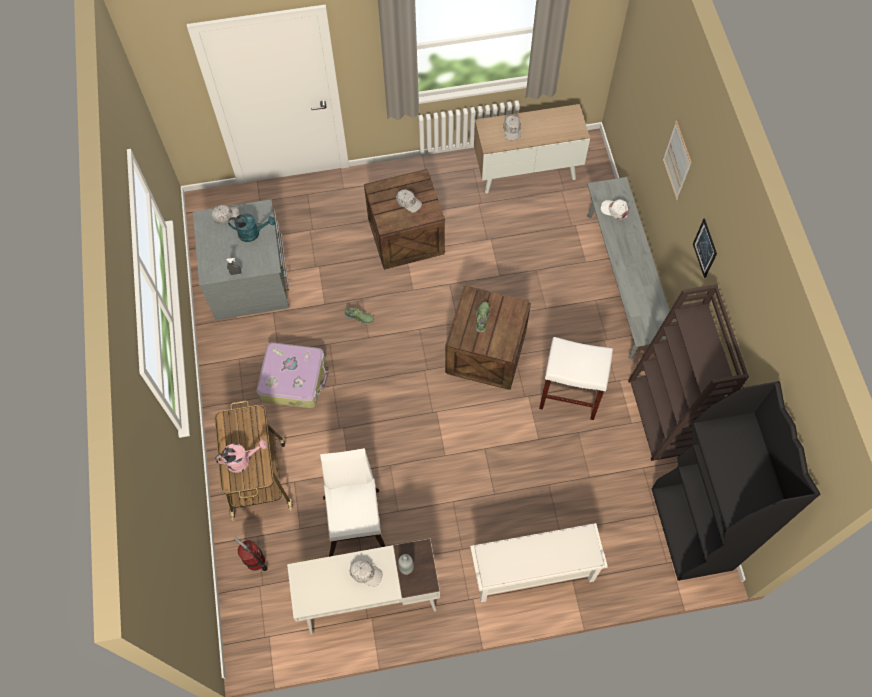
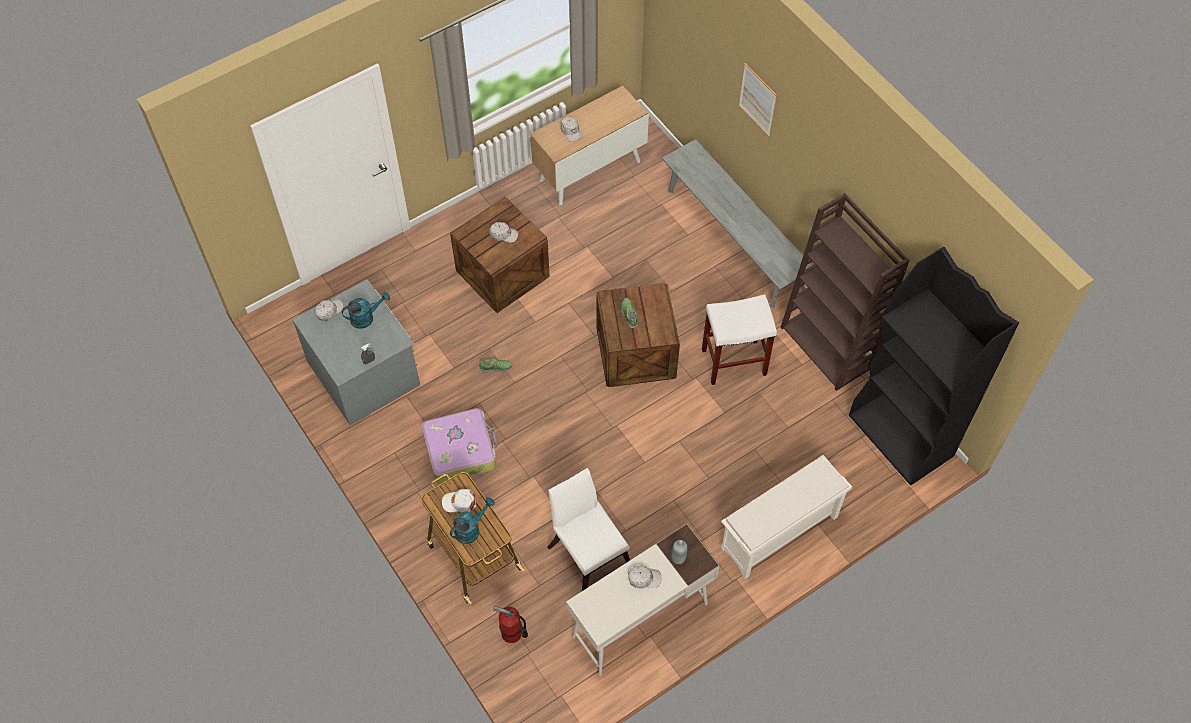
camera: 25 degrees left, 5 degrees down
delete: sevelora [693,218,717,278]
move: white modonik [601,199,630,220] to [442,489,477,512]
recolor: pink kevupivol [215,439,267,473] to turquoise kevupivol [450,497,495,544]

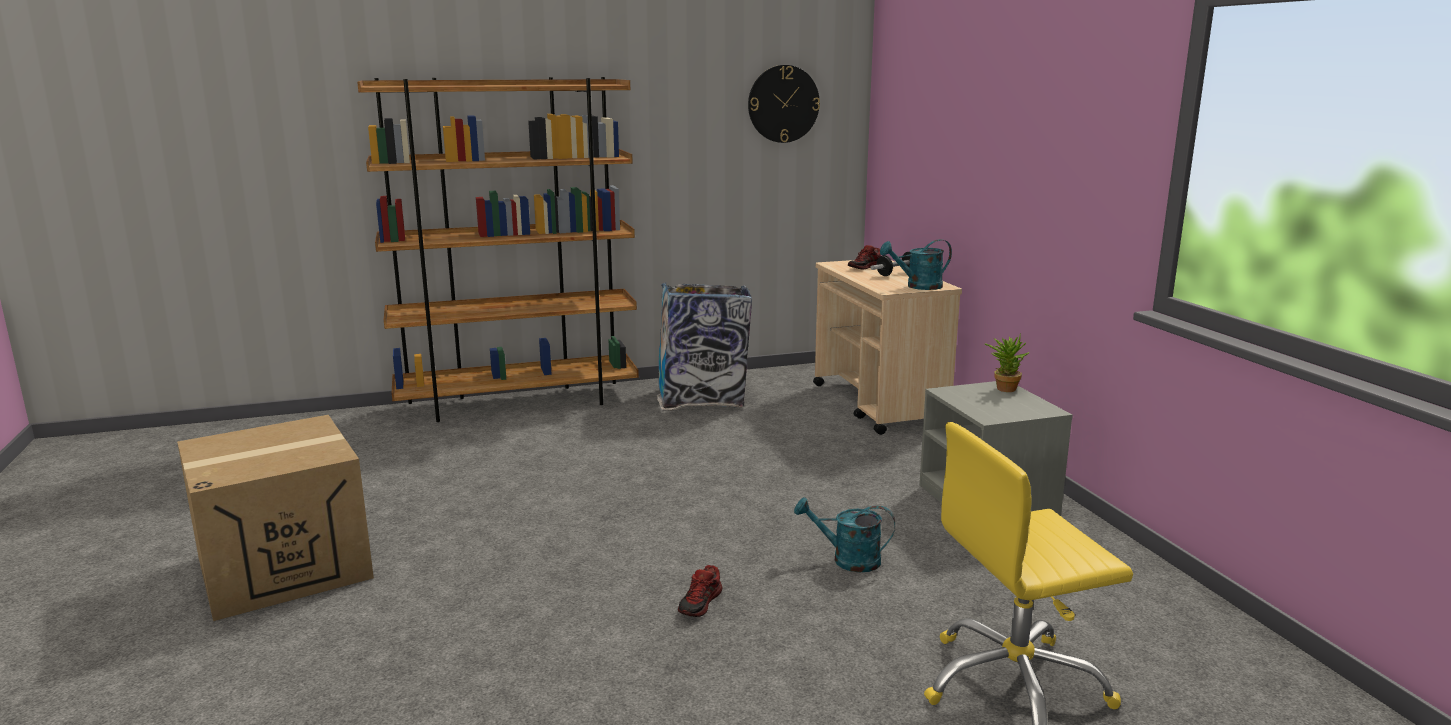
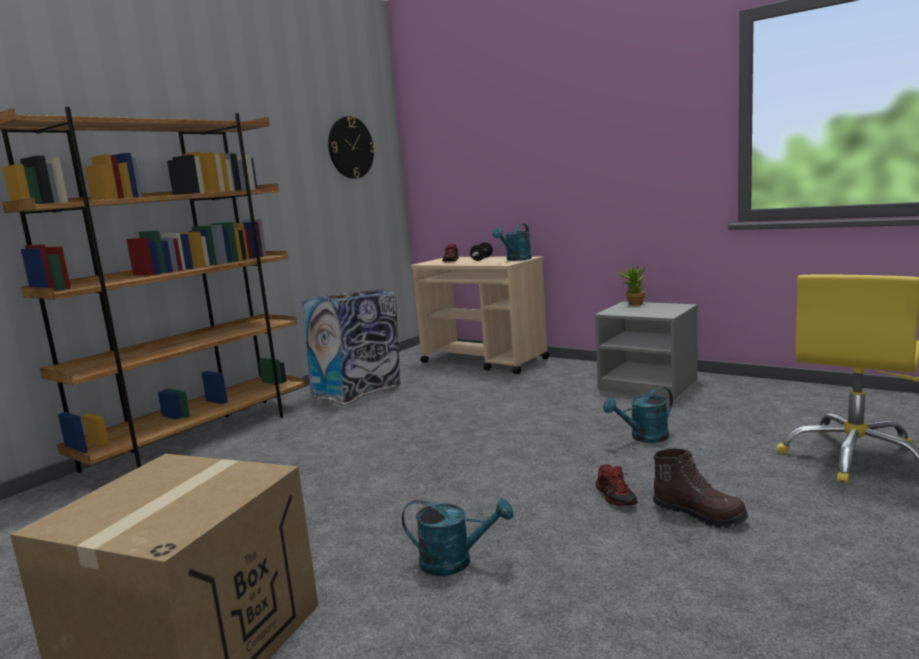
camera: 35 degrees left, 5 degrees down
insert: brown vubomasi [653,449,748,528]; turquoise kevupivol [402,498,513,576]

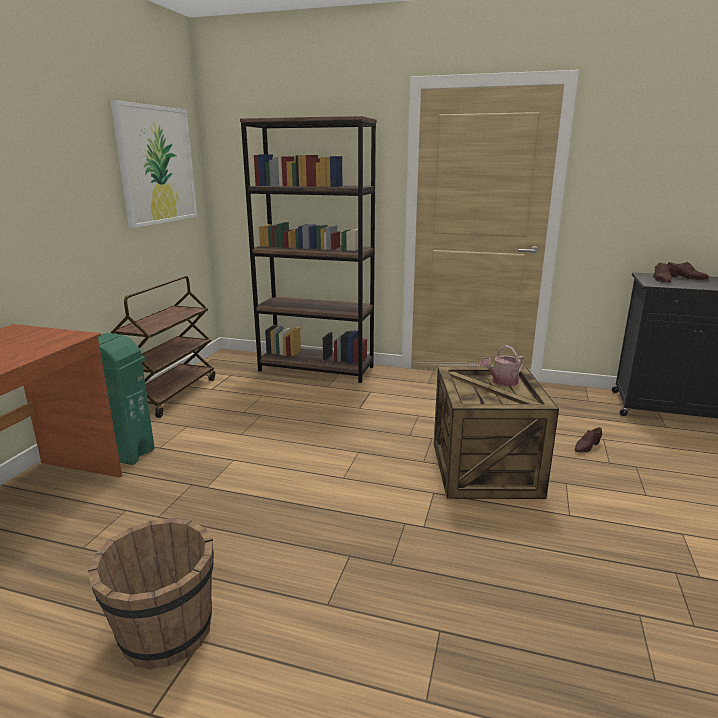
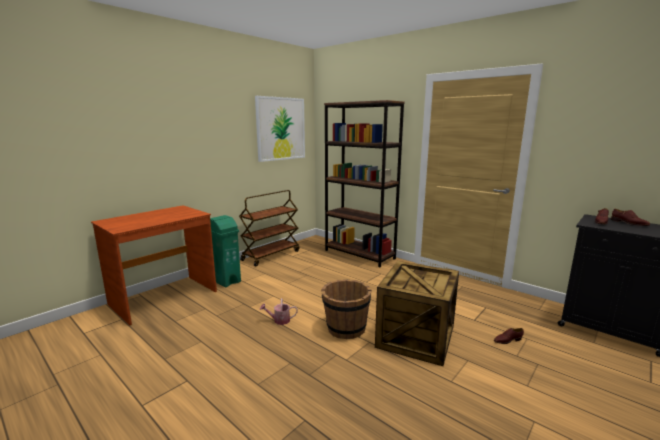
camera: 25 degrees right, 5 degrees down
move: kevupivol [480,345,525,386] to [260,298,298,325]; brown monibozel [88,518,214,670] to [321,280,372,339]

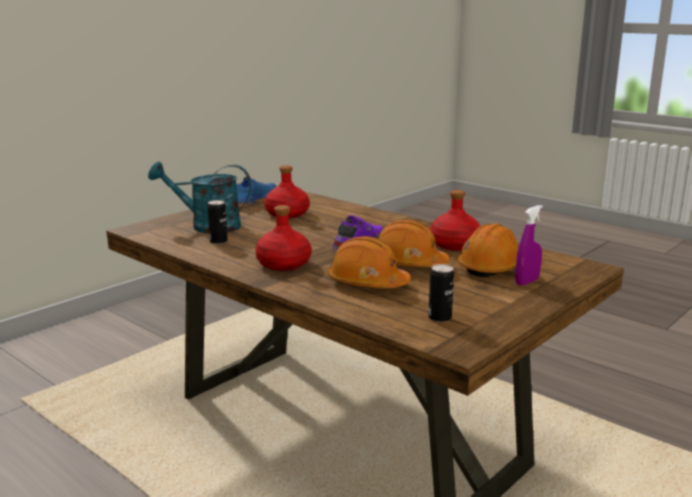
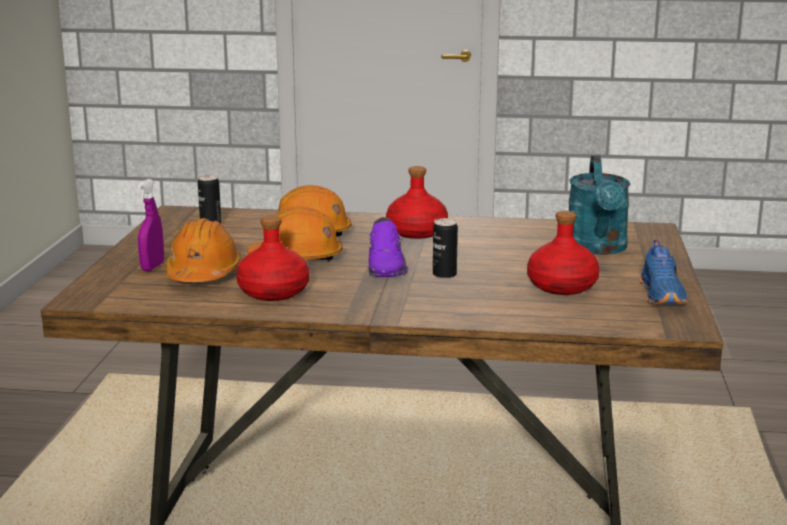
camera: 145 degrees right, 0 degrees up
move: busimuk [207,200,228,244] to [433,218,458,279]
rotate: turquoise kevupivol [148,162,251,233] = [569,156,630,255] 120 degrees clockwise

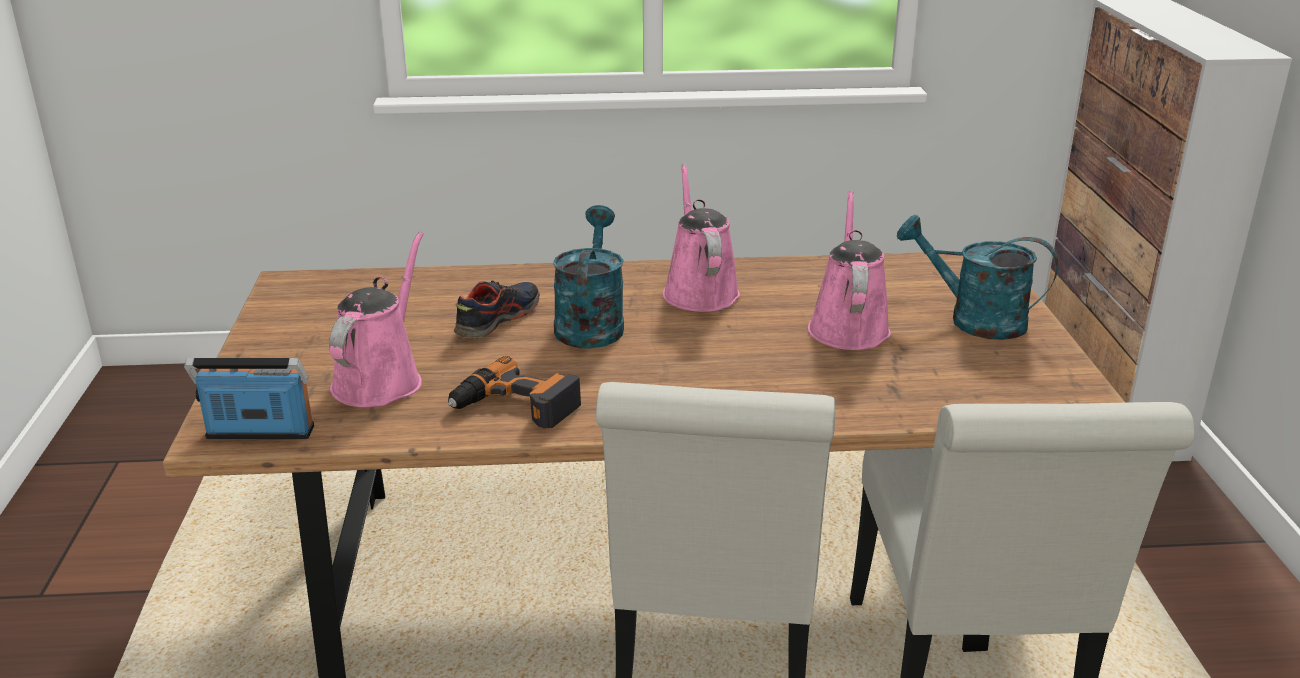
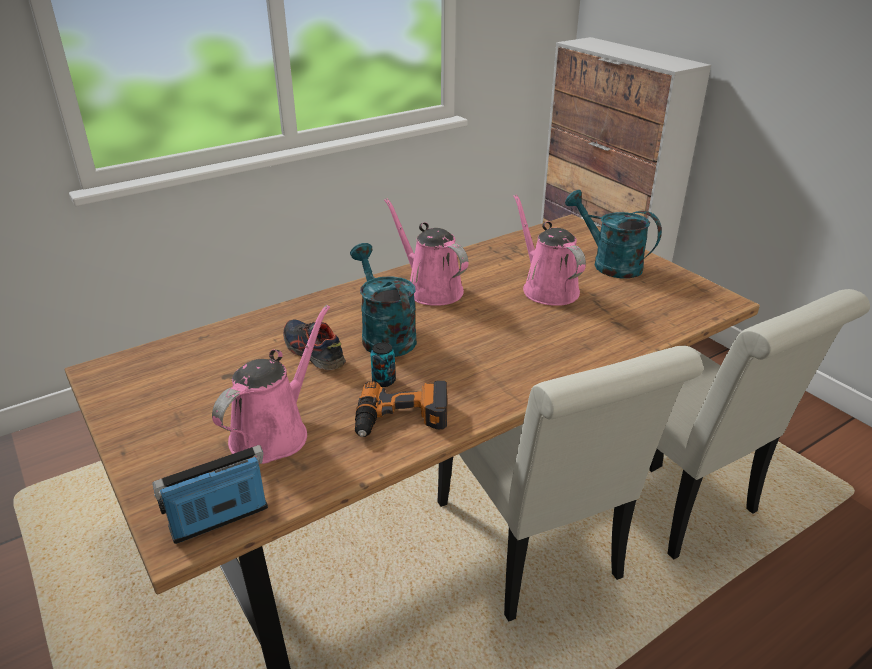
camera: 30 degrees left, 5 degrees up
insert: busimuk [370,342,396,387]
rotate: turquoise kevupivol [897,215,1058,340] = [565,190,662,278] 45 degrees clockwise; pink kevupivol [329,231,424,407] = [212,305,330,464] 45 degrees clockwise; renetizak [454,280,540,339] = [283,320,346,370] 45 degrees counterclockwise

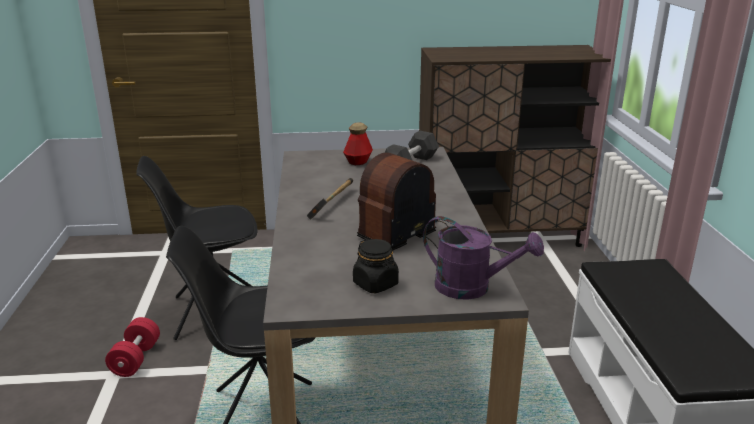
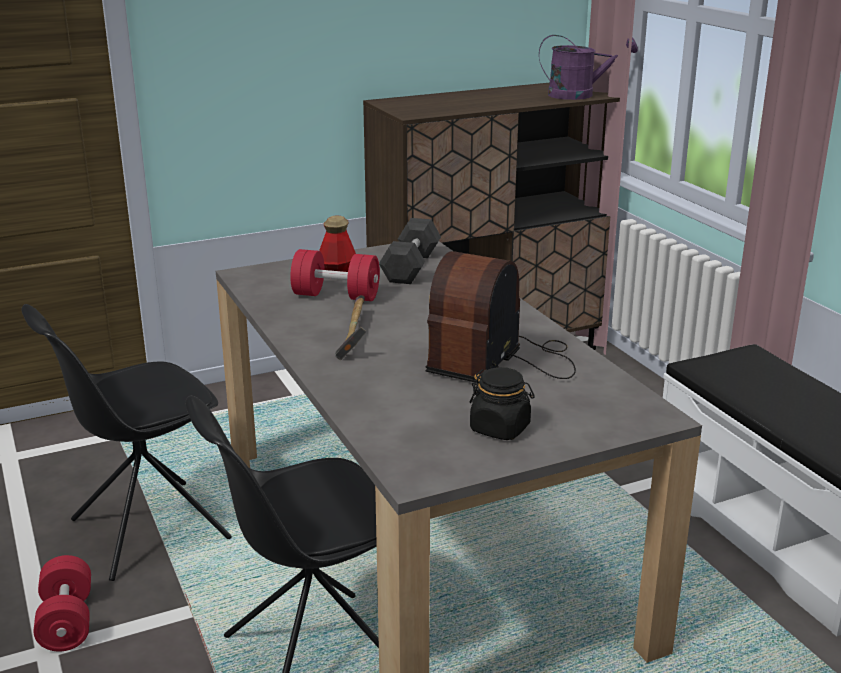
camera: 20 degrees left, 0 degrees up
insert: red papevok [290,249,380,301]
move: purple kevupivol [423,216,544,300] to [539,35,638,100]

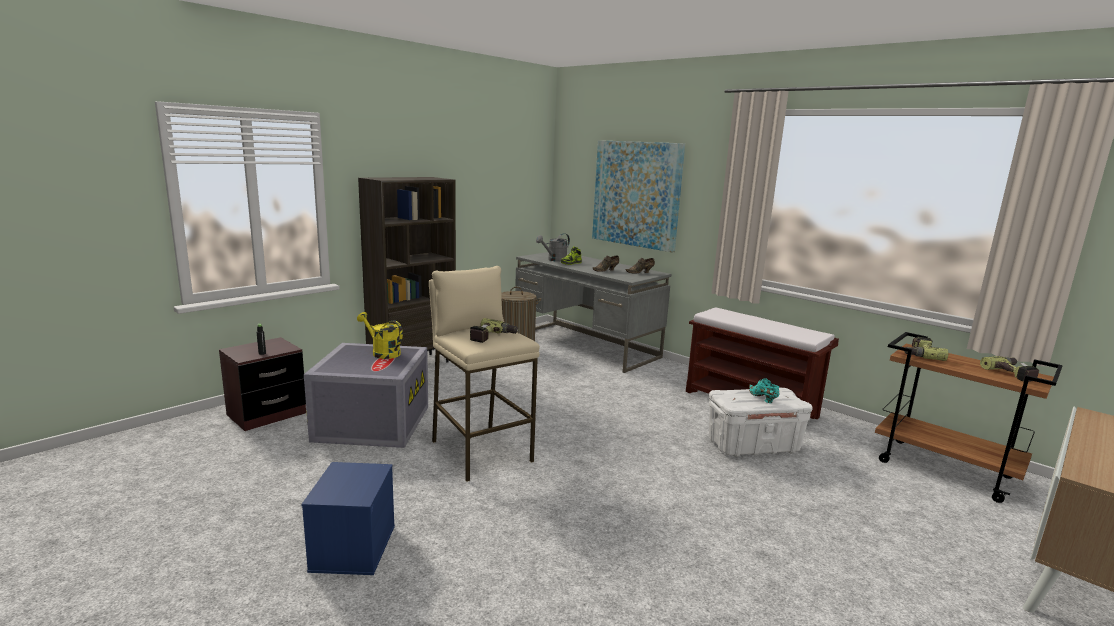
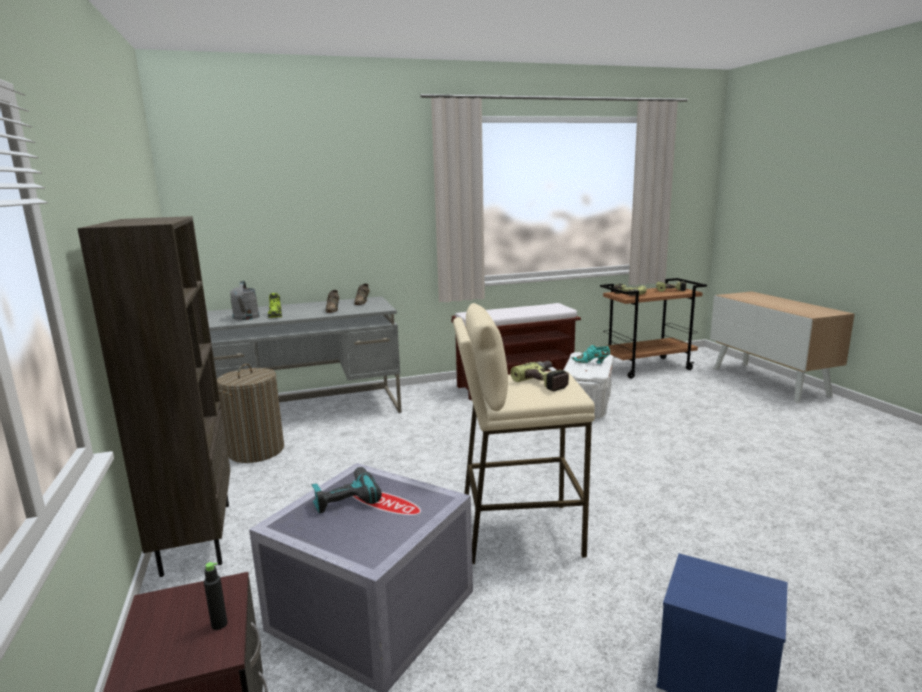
camera: 60 degrees left, 0 degrees up
delete: sevelora [592,140,685,253]
replace: yellow kevupivol [357,312,403,359] to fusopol [311,467,382,514]

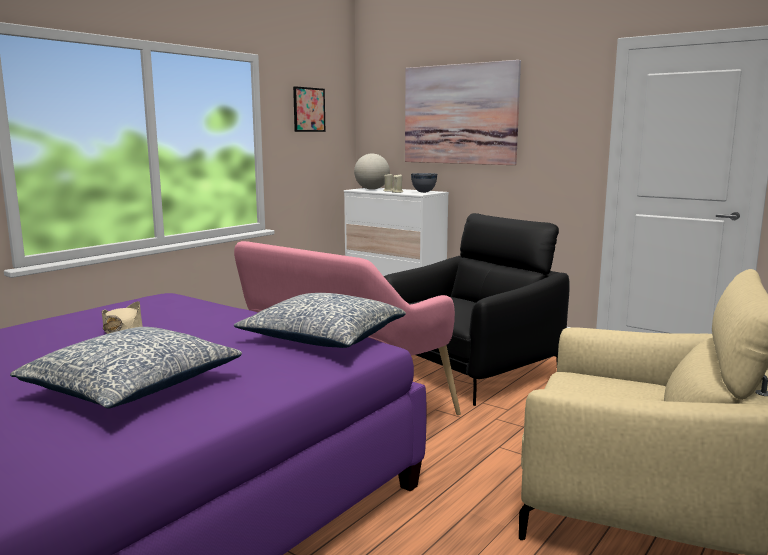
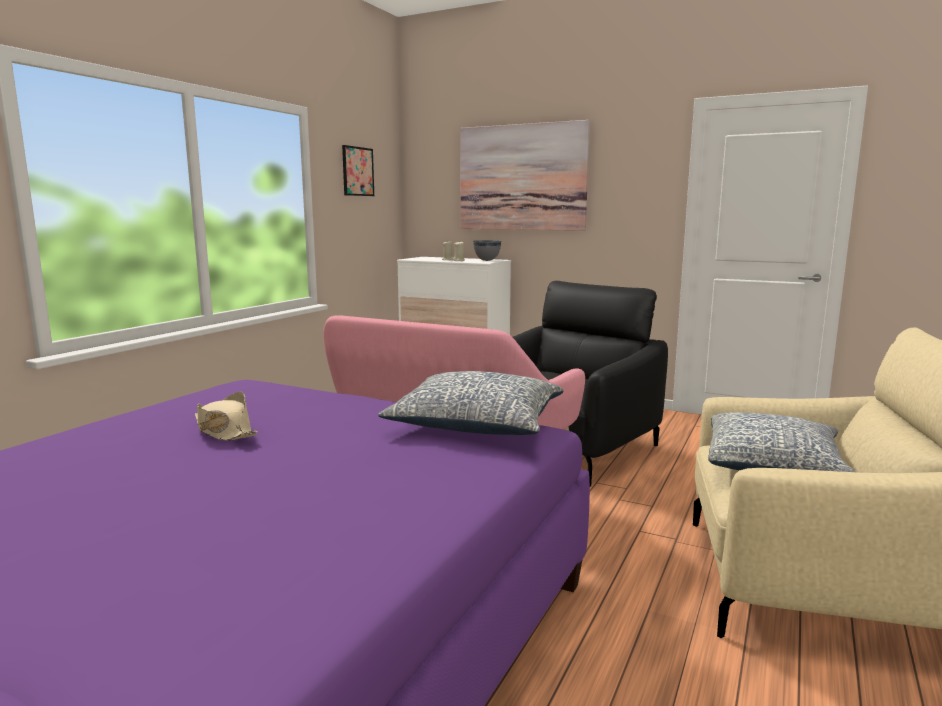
camera: 10 degrees left, 0 degrees up
delete: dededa [354,154,390,190]
move: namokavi [10,327,242,409] to [708,412,856,472]

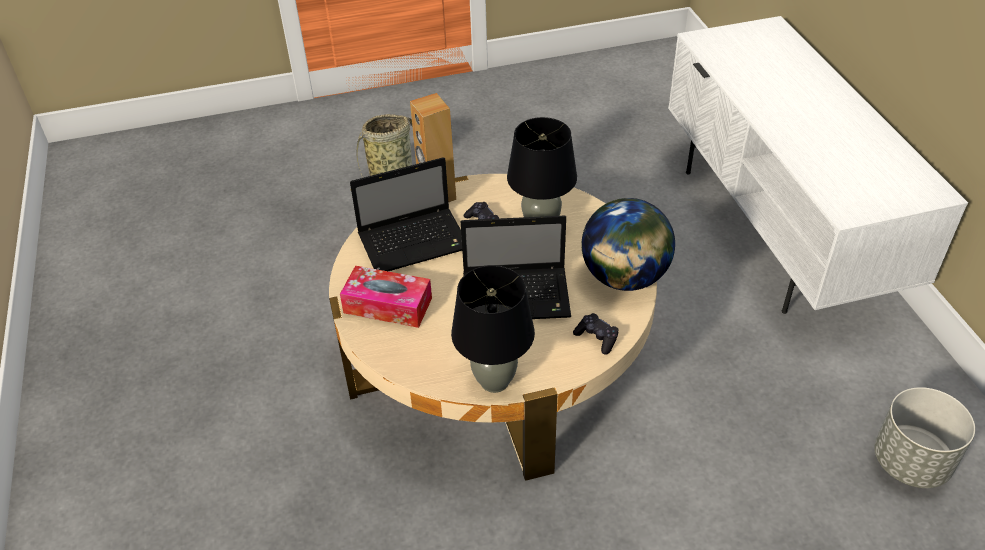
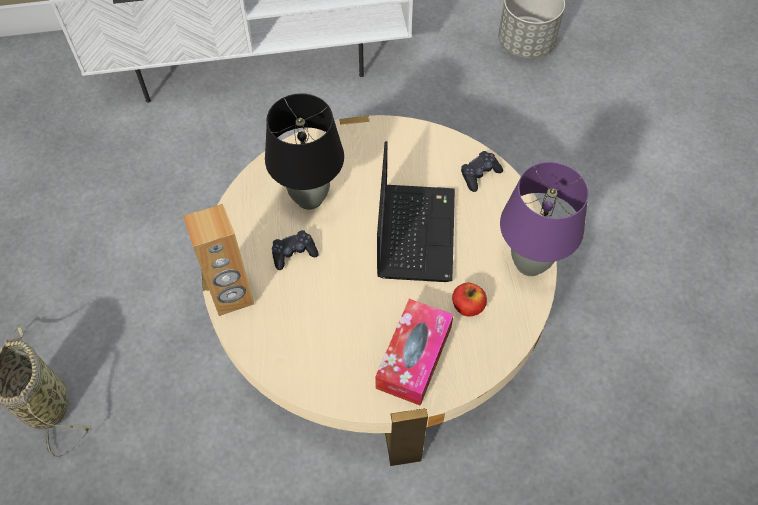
camera: 85 degrees left, 15 degrees up
delete: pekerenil [350,157,462,271]; dededa [581,198,675,291]
insert: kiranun [452,283,487,316]
recolor: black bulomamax [451,265,535,393] to purple bulomamax [500,162,588,276]

